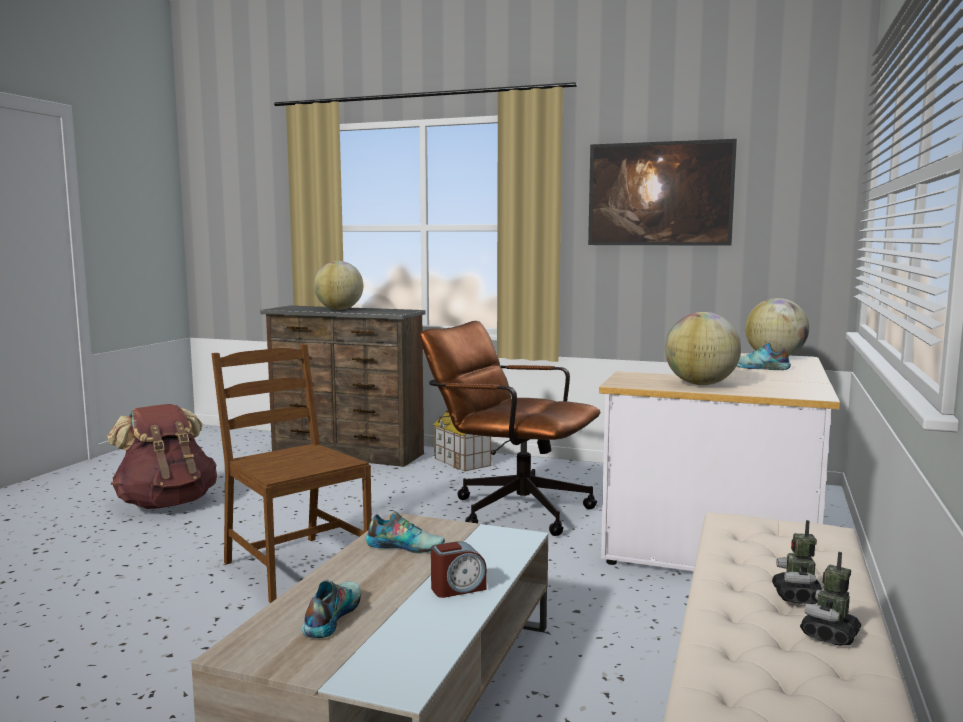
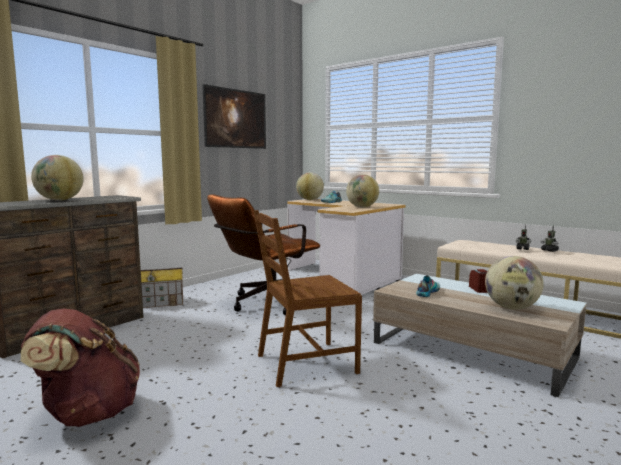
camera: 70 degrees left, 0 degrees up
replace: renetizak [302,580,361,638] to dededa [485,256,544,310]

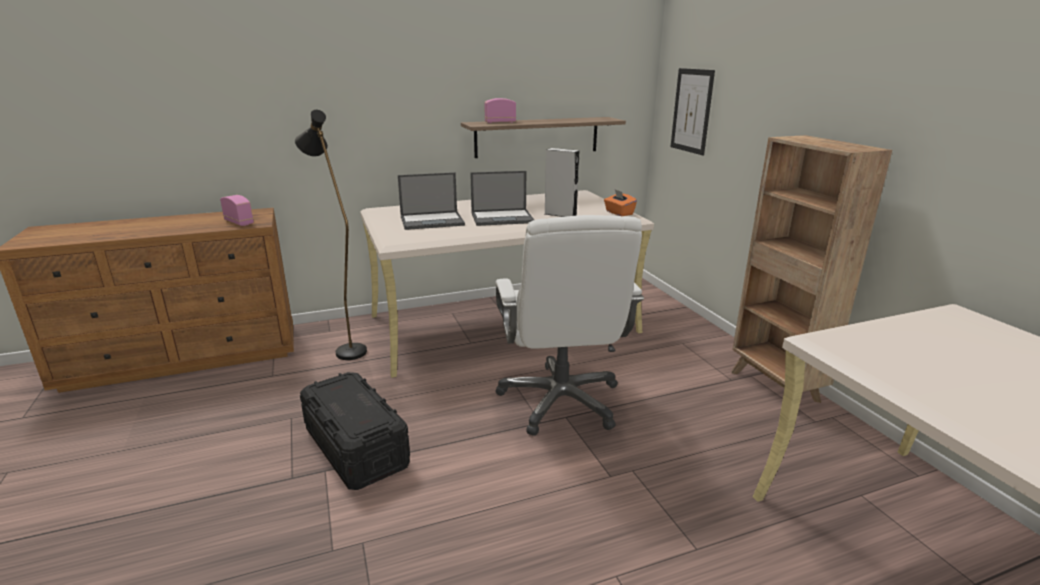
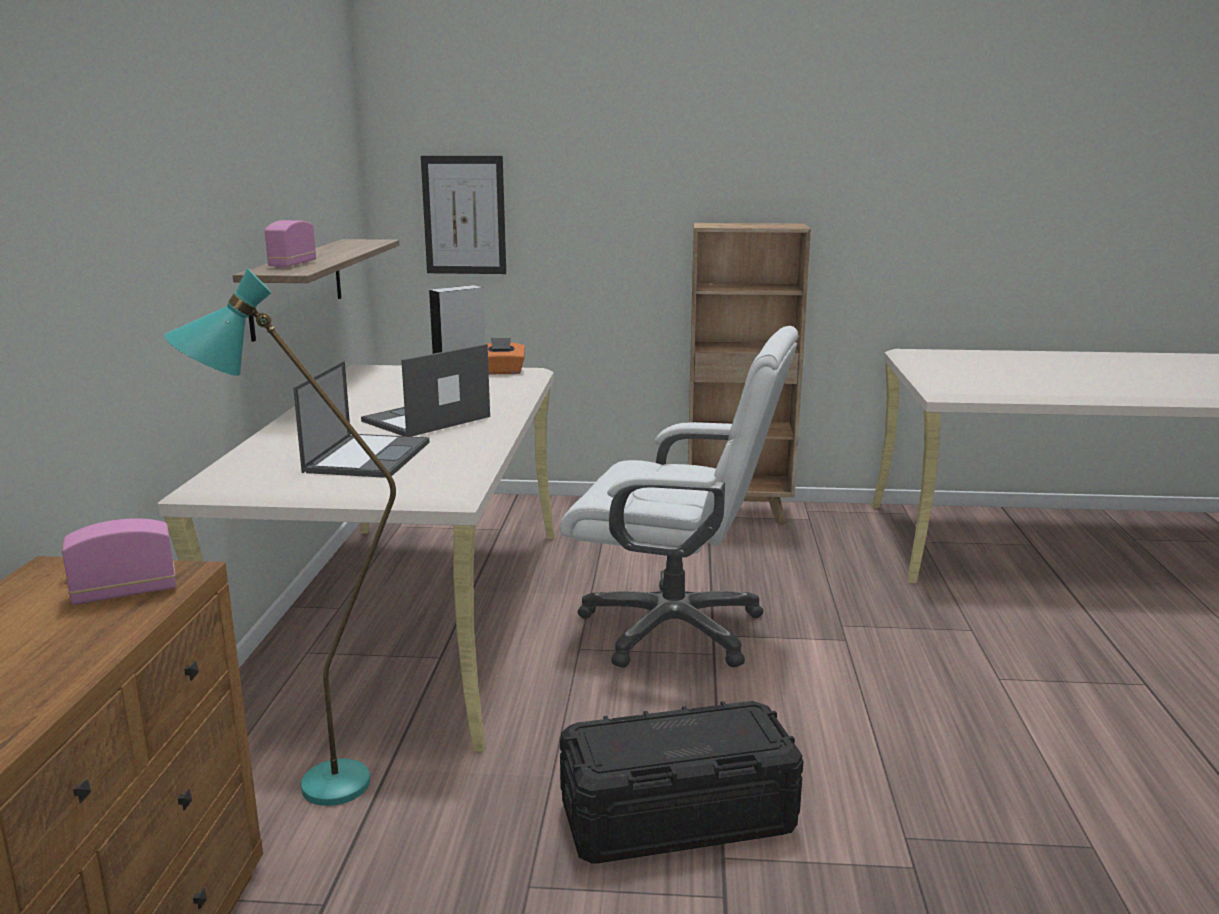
camera: 65 degrees left, 5 degrees down
recolor: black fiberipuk [295,110,367,360] to turquoise fiberipuk [165,268,396,806]
rotate: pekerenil [470,171,534,226] = [361,344,490,437] 150 degrees counterclockwise

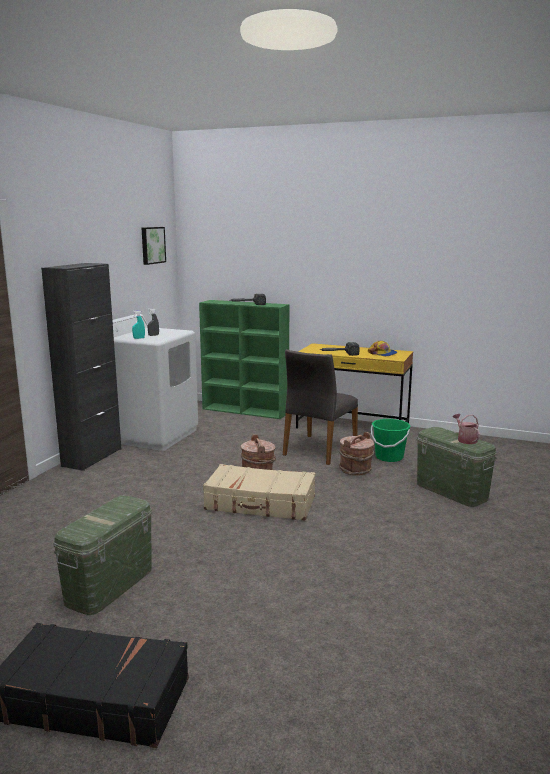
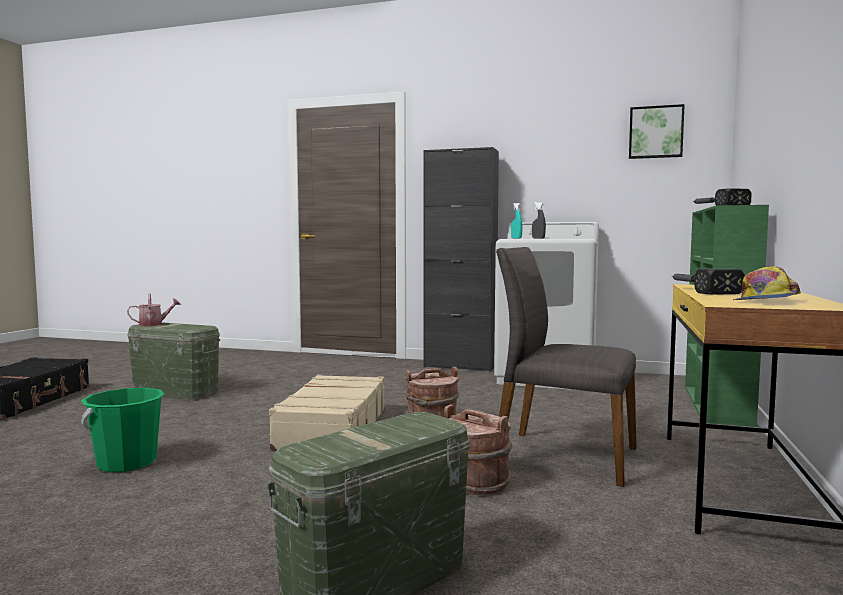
camera: 85 degrees right, 10 degrees down
move: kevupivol [453,414,480,444] to [127,293,181,326]; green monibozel [371,419,411,462] to [81,388,165,473]

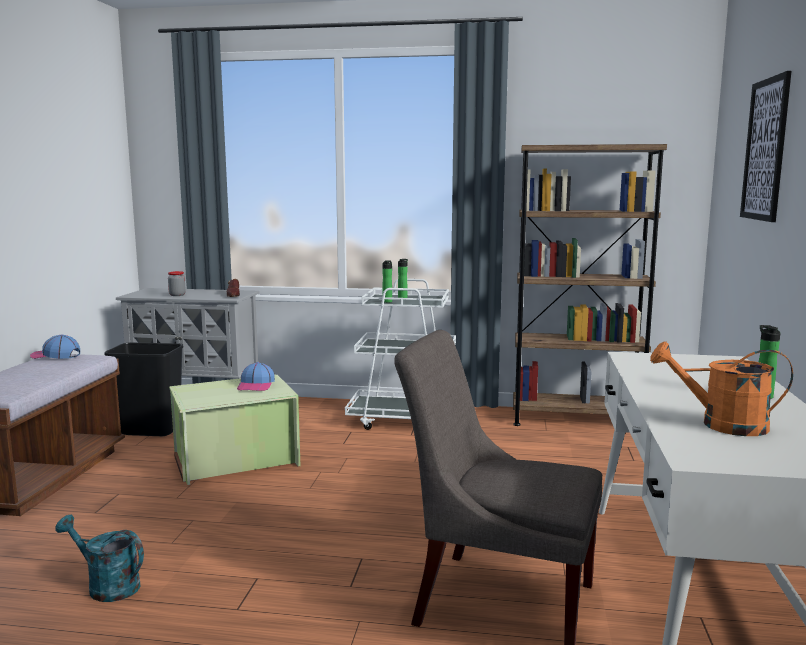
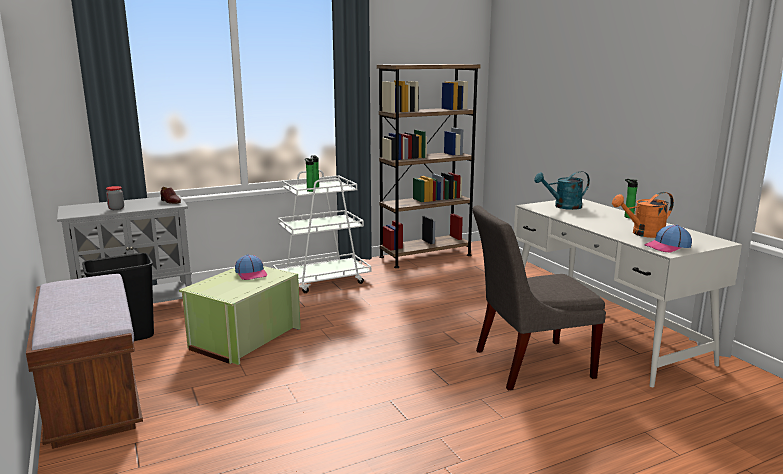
camera: 35 degrees left, 5 degrees up
delete: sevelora [740,71,792,222]
move: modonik [30,335,80,359] to [644,225,692,253]; turquoise kevupivol [55,515,144,602] to [534,171,590,210]

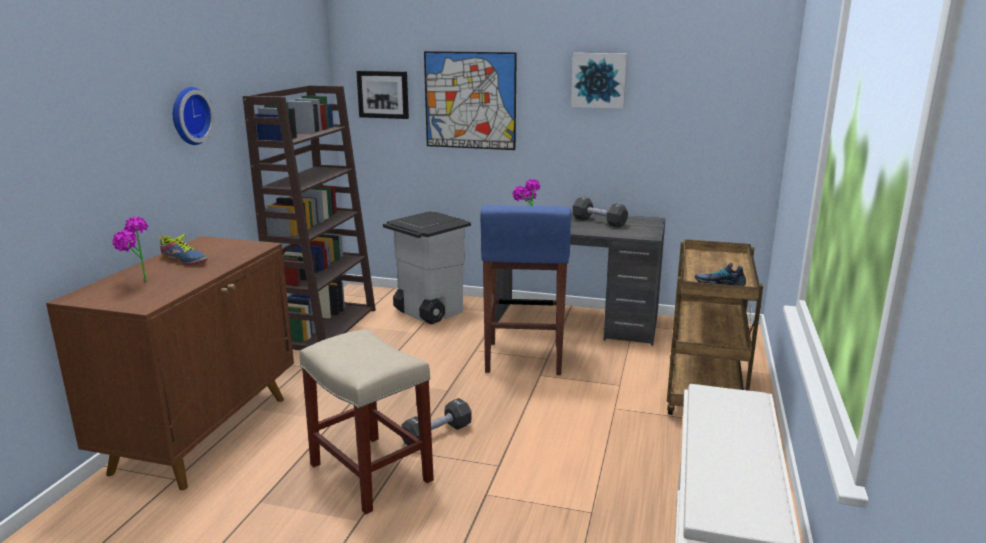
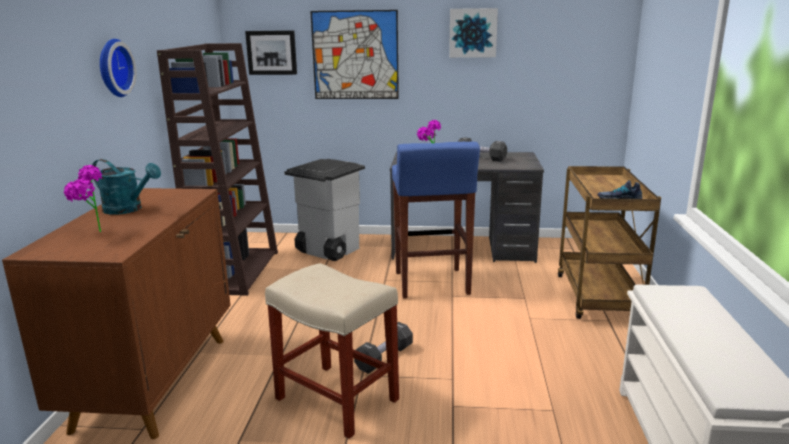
camera: 10 degrees left, 0 degrees up
replace: renetizak [158,234,208,265] to turquoise kevupivol [92,159,161,215]

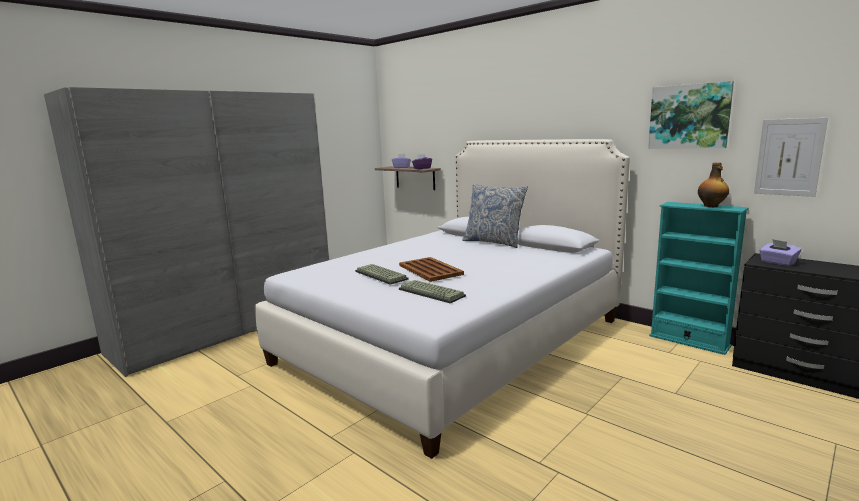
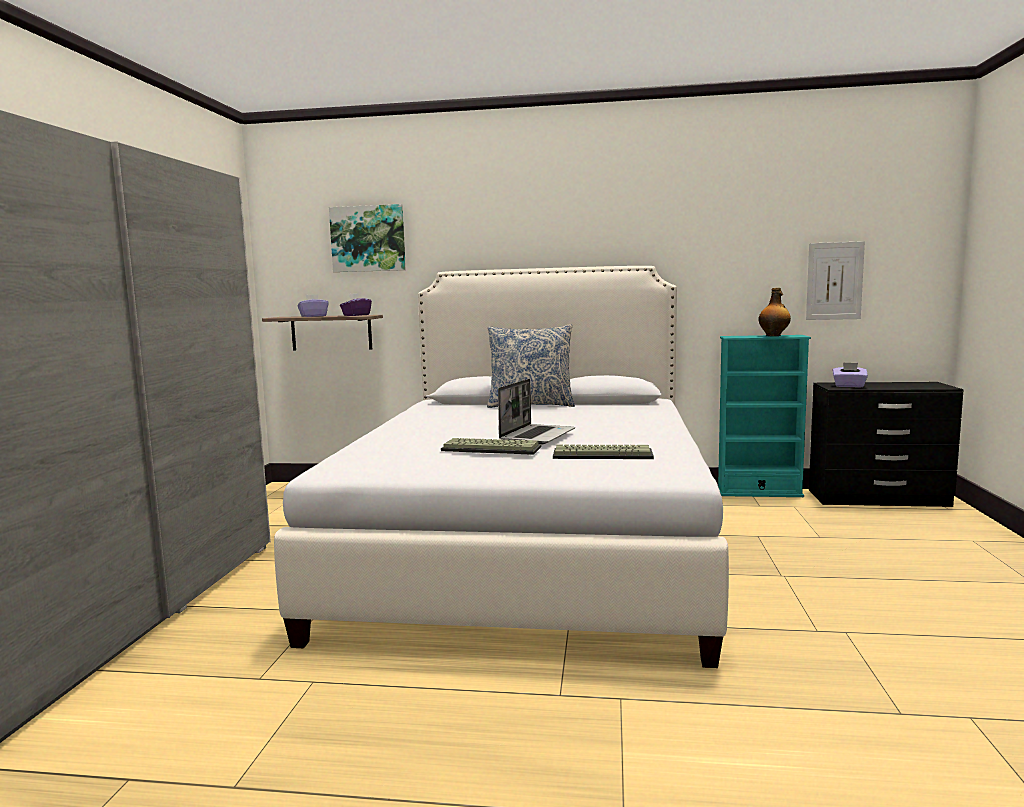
camera: 35 degrees left, 5 degrees down
move: sevelora [648,81,734,148] to [329,204,406,272]
replace: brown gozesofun [399,257,464,282] to pekerenil [498,379,575,444]

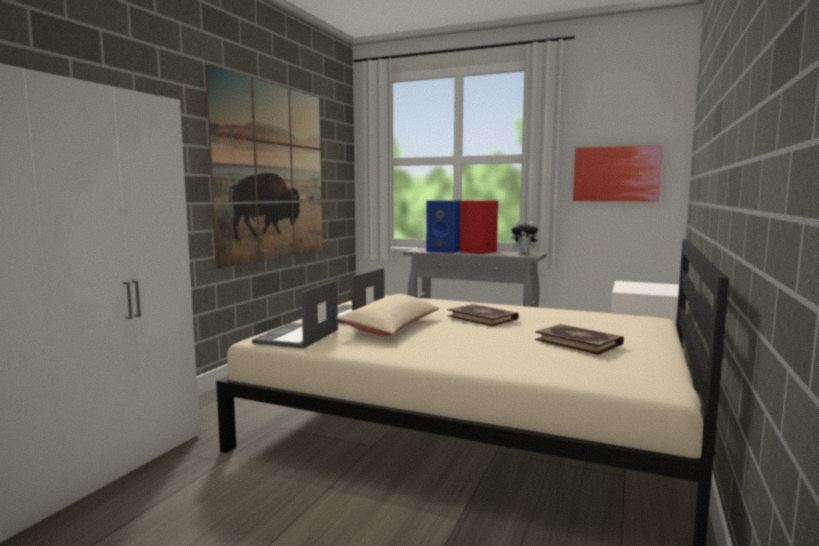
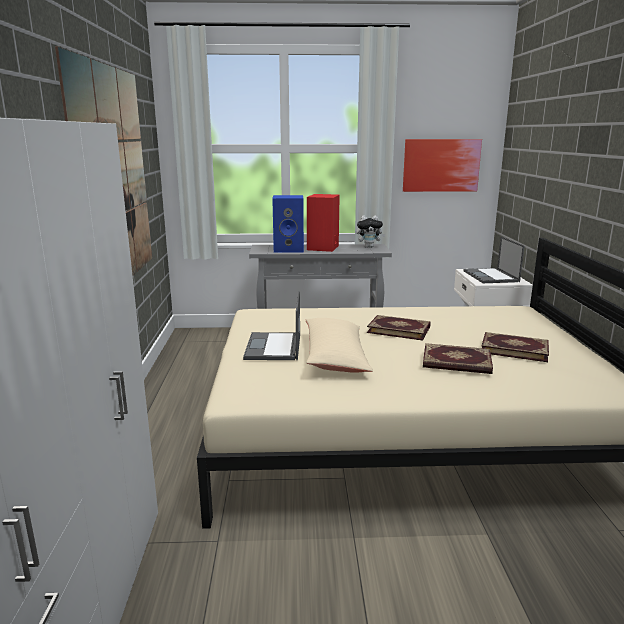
camera: 25 degrees left, 10 degrees up
insert: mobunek [423,343,493,374]
move: pekerenil [252,280,338,348] to [464,236,524,283]

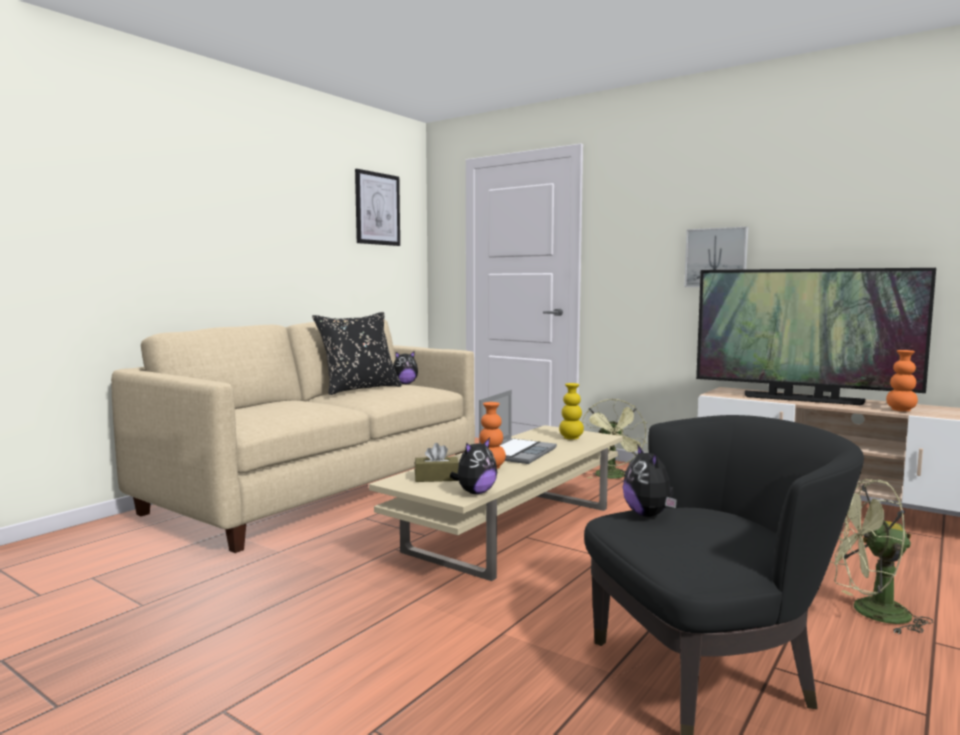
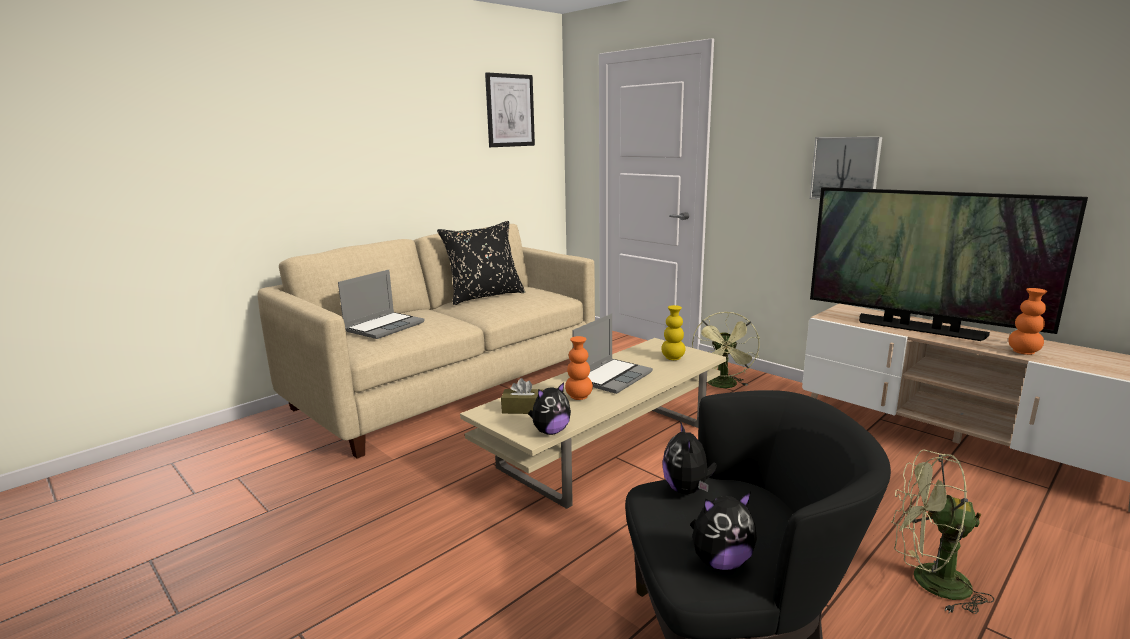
camera: 10 degrees right, 10 degrees up
insert: pekerenil [338,270,425,339]
move: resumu [393,351,418,384] to [690,492,757,570]

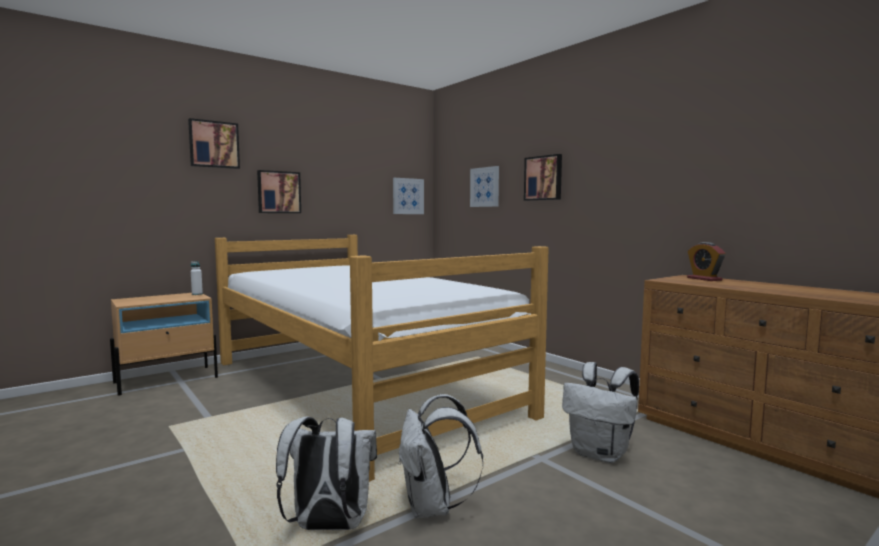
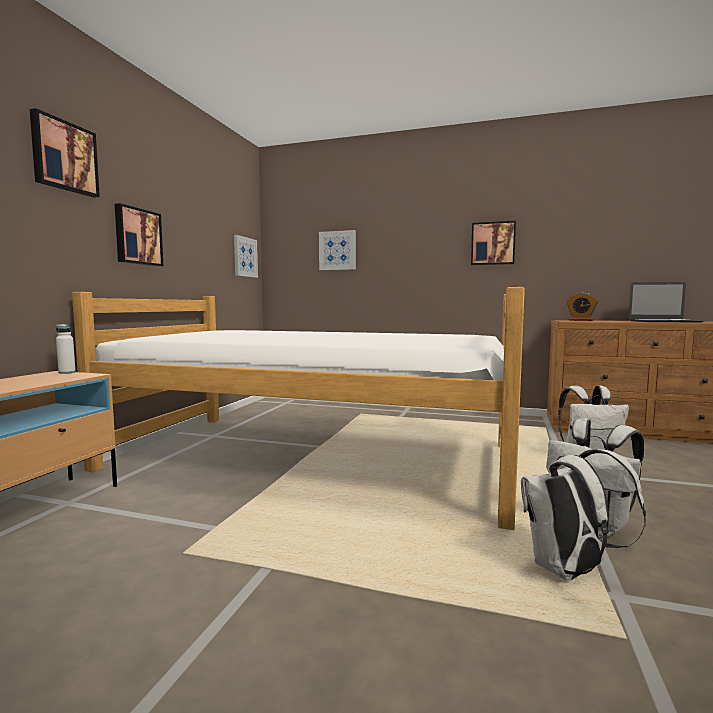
camera: 35 degrees left, 0 degrees up
insert: pekerenil [628,282,703,322]
move: sevelora [524,154,562,201] to [471,221,516,265]

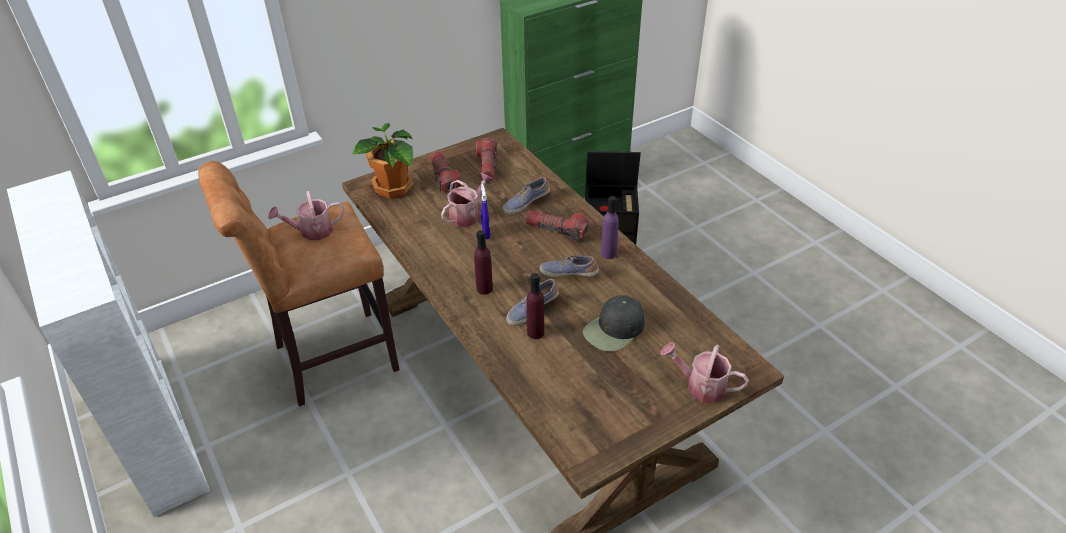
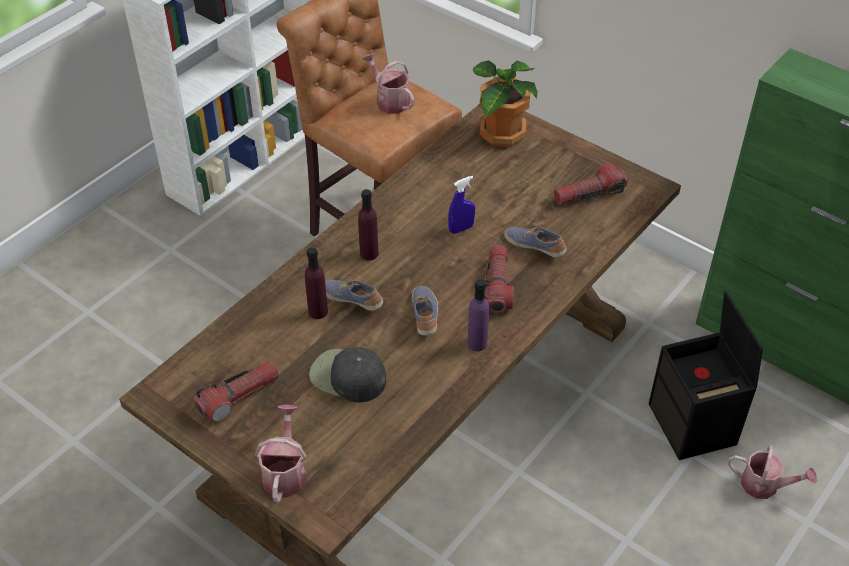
camera: 70 degrees right, 5 degrees up
move: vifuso [430,151,461,192] to [194,361,279,422]; kevupivol [441,173,493,227] to [728,445,817,499]

